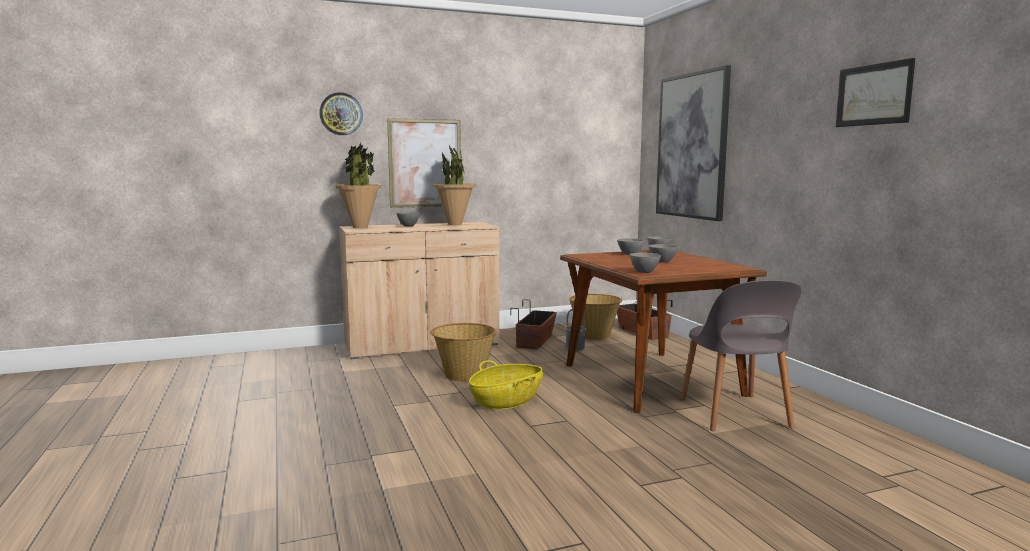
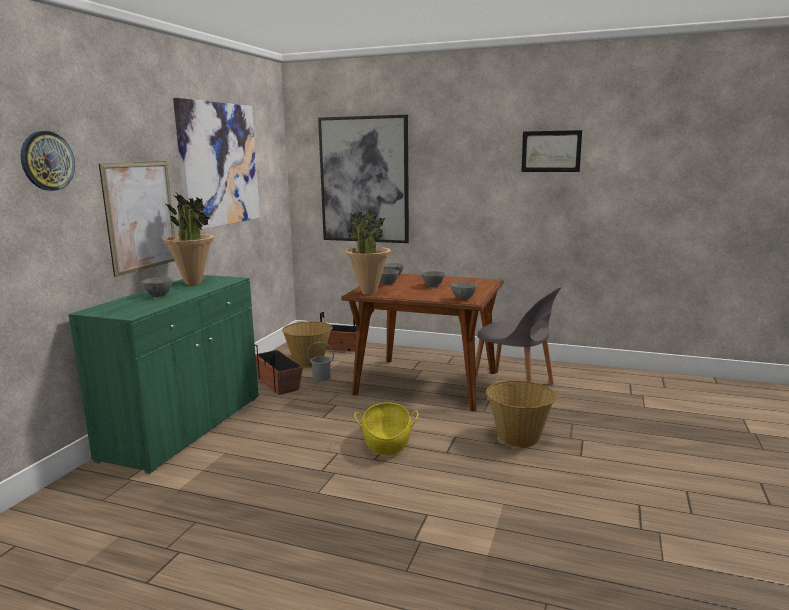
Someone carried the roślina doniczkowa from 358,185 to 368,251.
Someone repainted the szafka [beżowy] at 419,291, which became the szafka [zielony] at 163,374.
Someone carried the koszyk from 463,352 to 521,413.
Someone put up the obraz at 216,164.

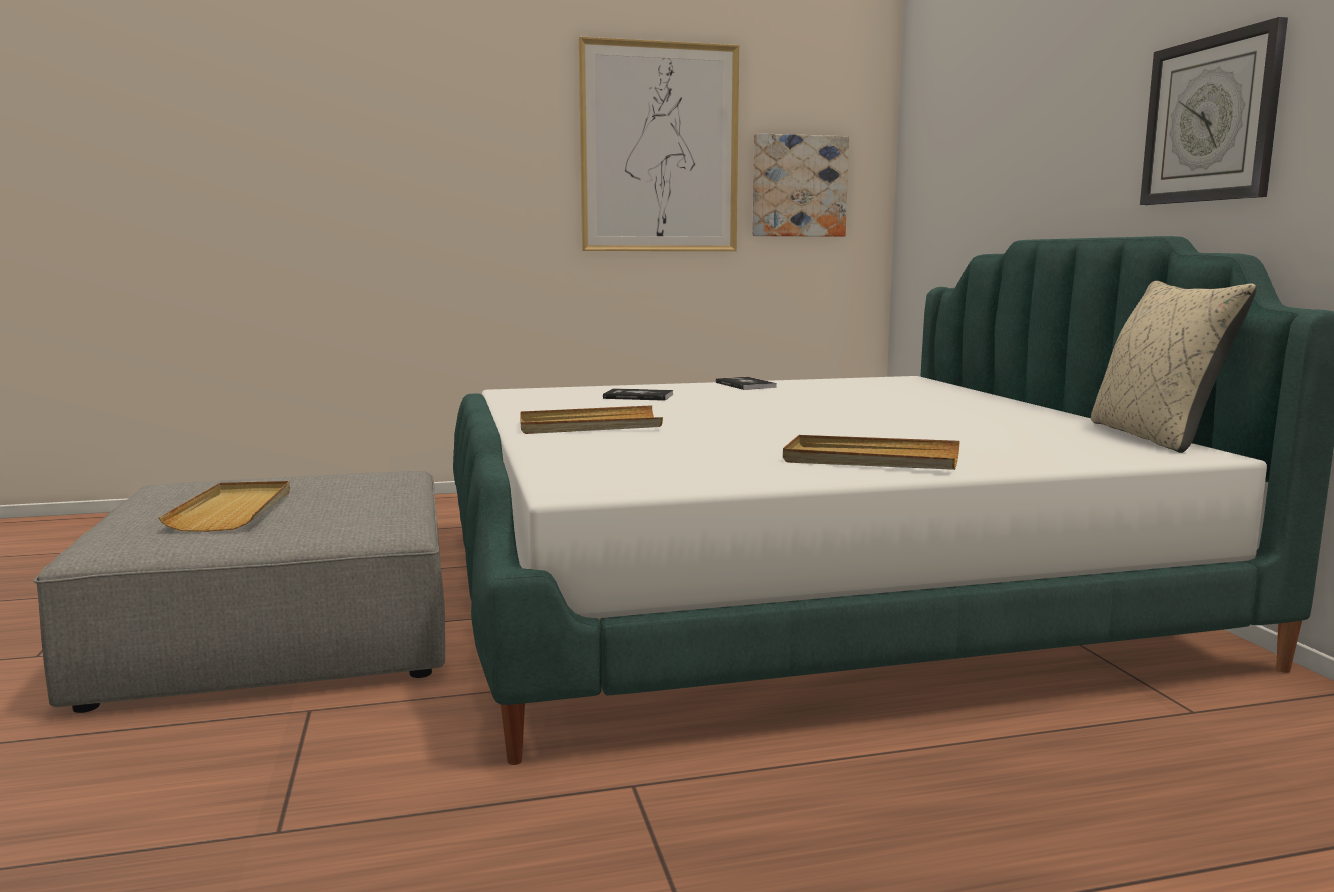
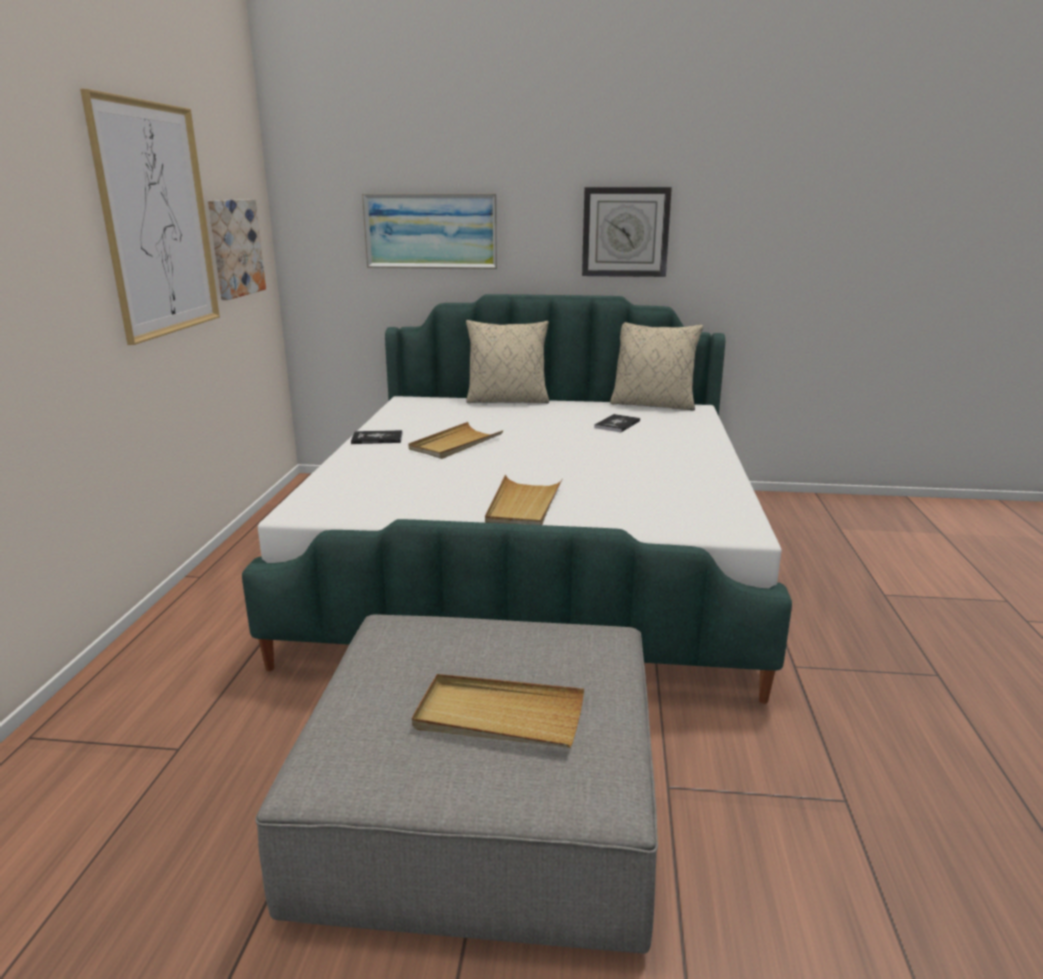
Someone carried the książka from 638,394 to 617,423.
Someone carried the taca [beżowy] from 871,452 to 456,440.
Someone put up the obraz at 430,231.
Someone put down the poduszka [beżowy] at 507,361.

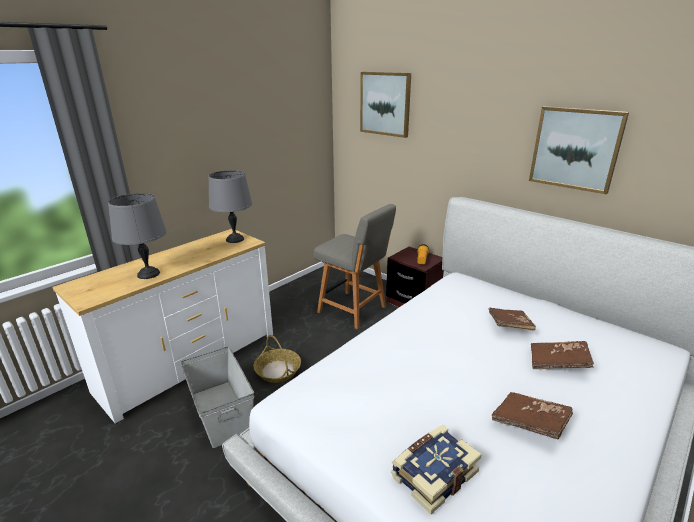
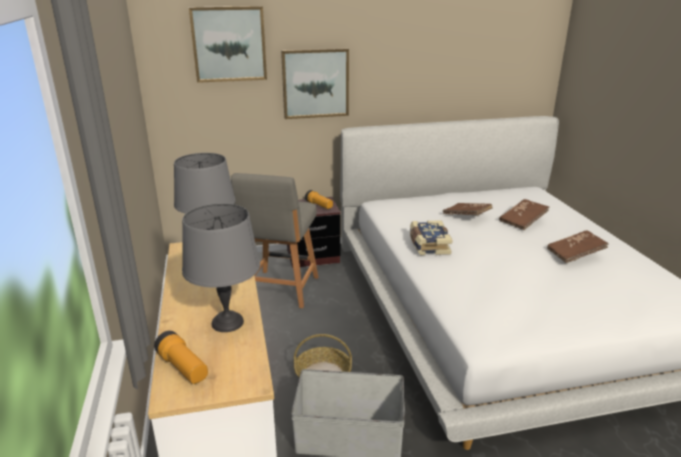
Someone carried the obraz from 579,150 to 315,83.
Someone rotated the krzesło [szary] at 355,266 by 120 degrees clockwise.
Someone carried the książka from 436,469 to 431,237.
Someone put down the latarka at 181,357.

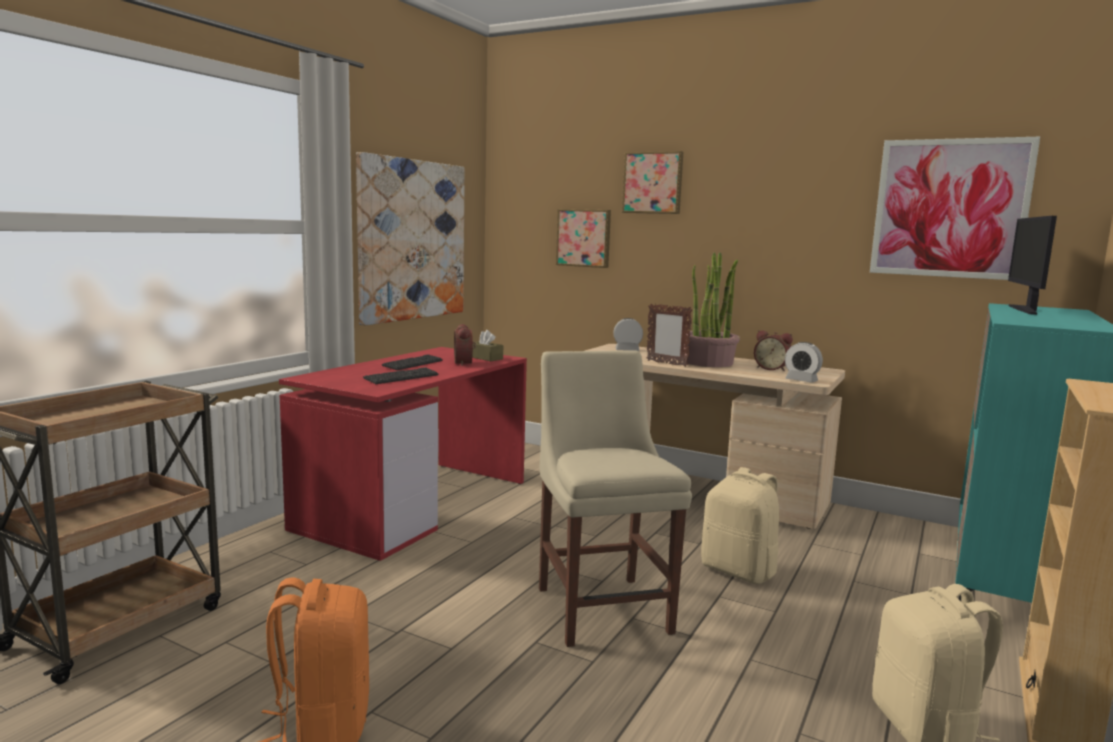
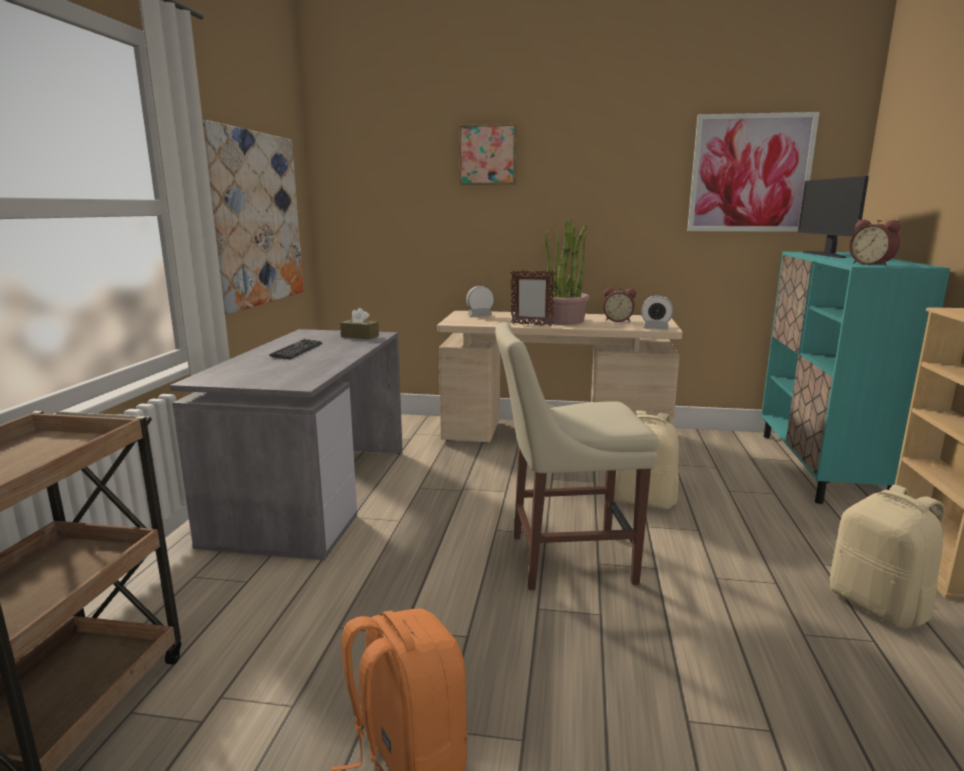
Someone took away the obraz at 583,238.
Someone carried the budzik from 465,345 to 875,242.
Someone repainted the biurko [czerwony] at 403,454, which became the biurko [szary] at 286,444.
Someone rotated the krzesło [beżowy] at 615,498 by 60 degrees counterclockwise.
Someone took away the klawiatura at 400,375.

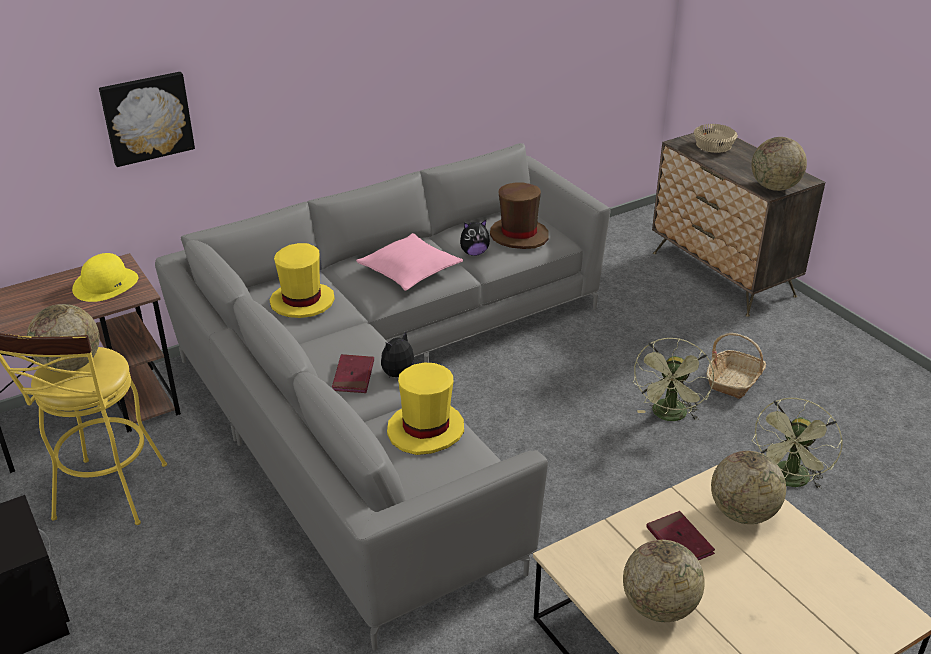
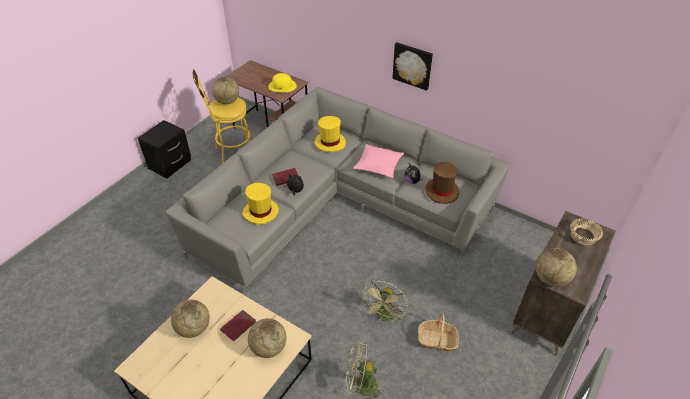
Someone carried the obraz from 147,119 to 412,66.
Someone rotated the wentylator [zielony] at 673,379 by 60 degrees counterclockwise.

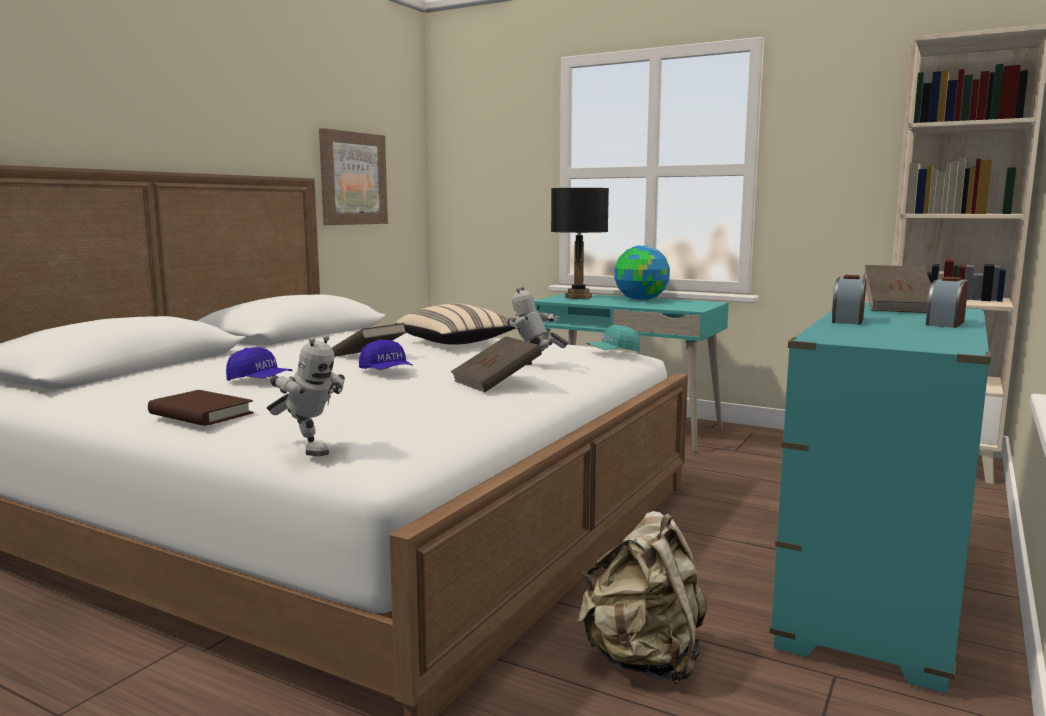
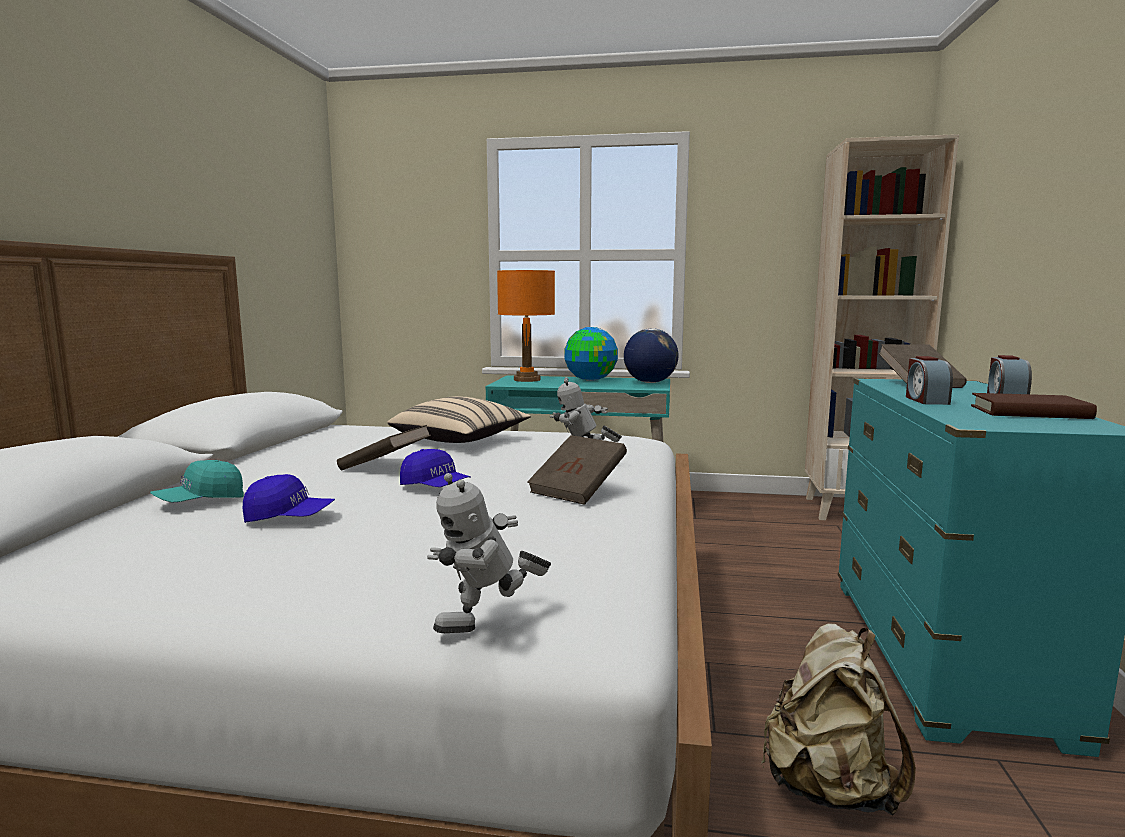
Someone took away the obraz at 353,176.
Someone repainted the lampa stołowa [czarny] at 580,243, which became the lampa stołowa [pomarańczowy] at 526,326.
Someone carried the czapka z daszkiem [turkusowy] from 613,338 to 197,481.
Someone rotated the robot zabawkowy at 305,395 by 135 degrees clockwise.
Someone carried the książka [brązowy] from 200,408 to 1034,406.
Someone put down the globus at 651,355.

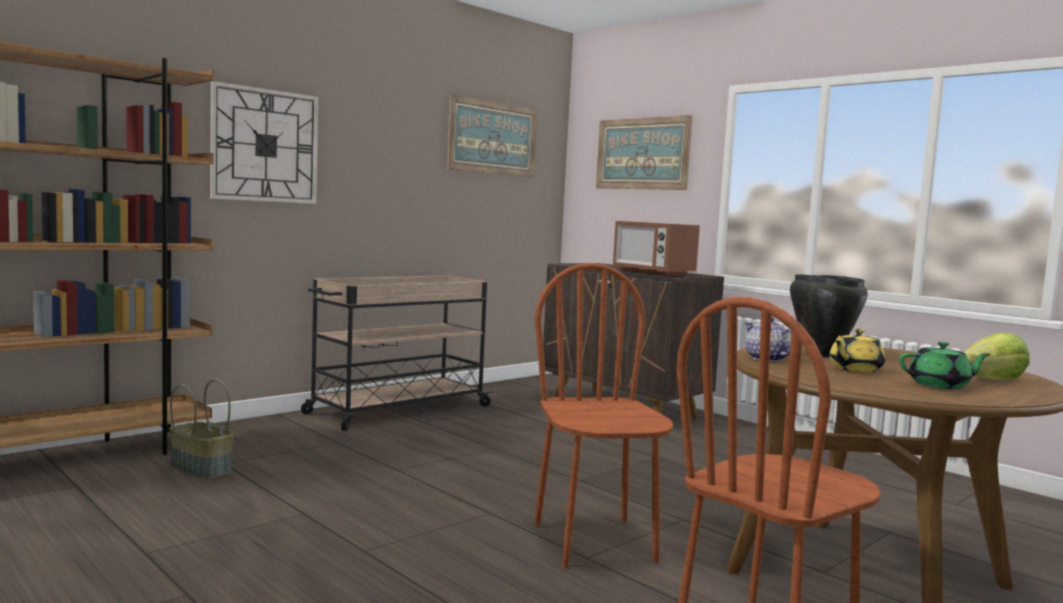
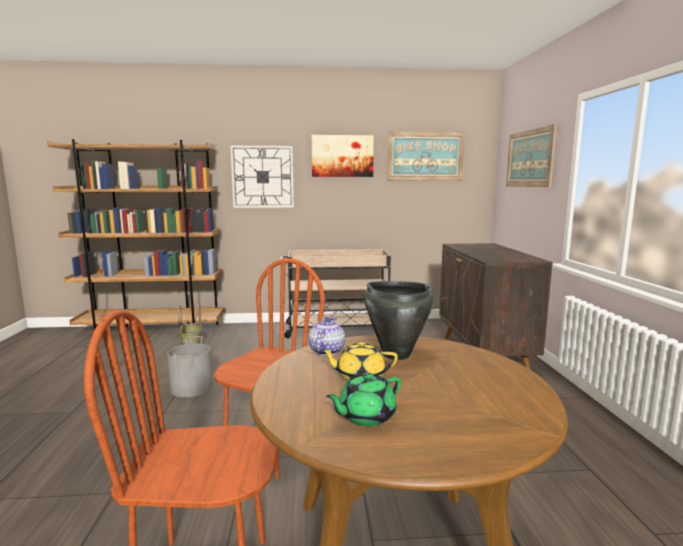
Someone took away the mikrofalówka at 656,248.
Someone took away the sałata at 996,356.
Someone rotated the imbryk [zielony] at 944,365 by 105 degrees clockwise.
Someone put up the obraz at 343,156.
Someone put down the wiadro [szary] at 189,366.

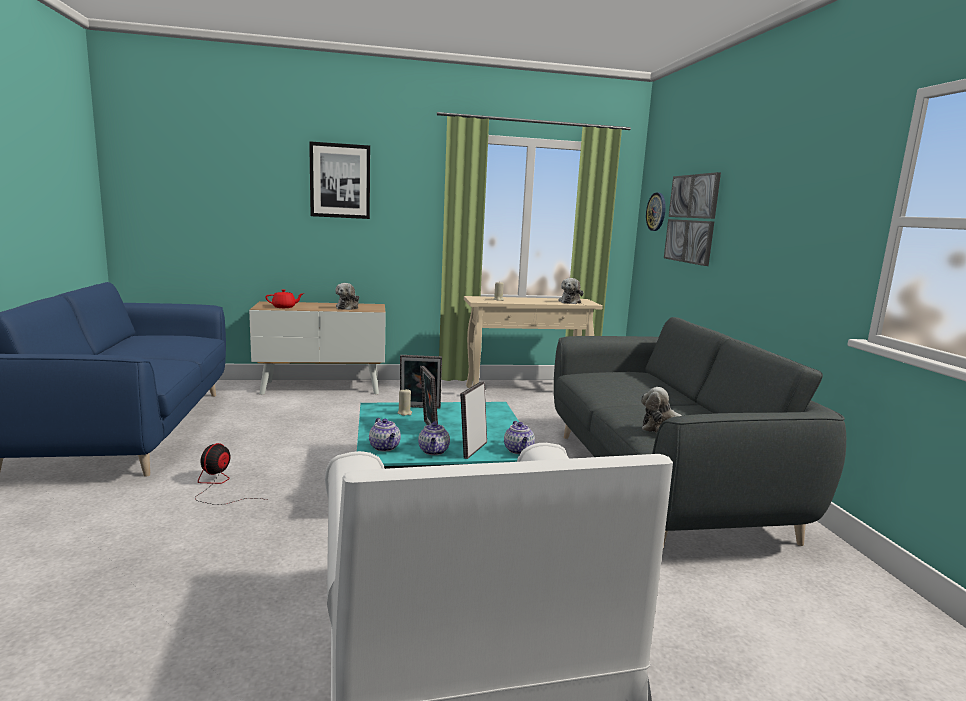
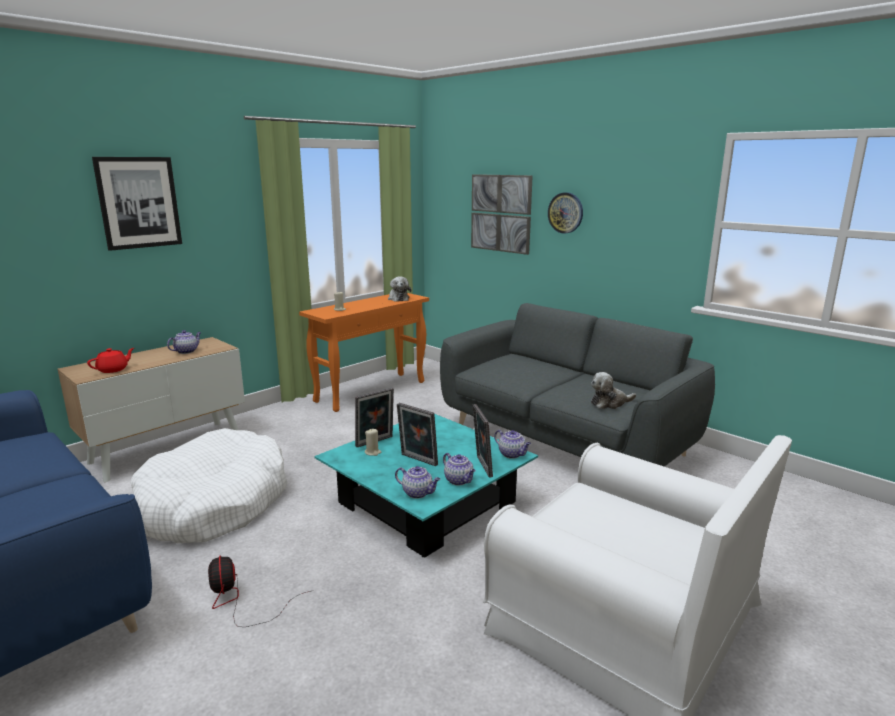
Someone carried the zegar ścienny from 656,212 to 565,213.
Someone swapped the pluszak at 347,296 for the imbryk at 184,342.
Someone repainted the stolik konsolowy [beżowy] at 533,342, which became the stolik konsolowy [pomarańczowy] at 364,352.
Someone put down the legowisko [biały] at 209,485.

